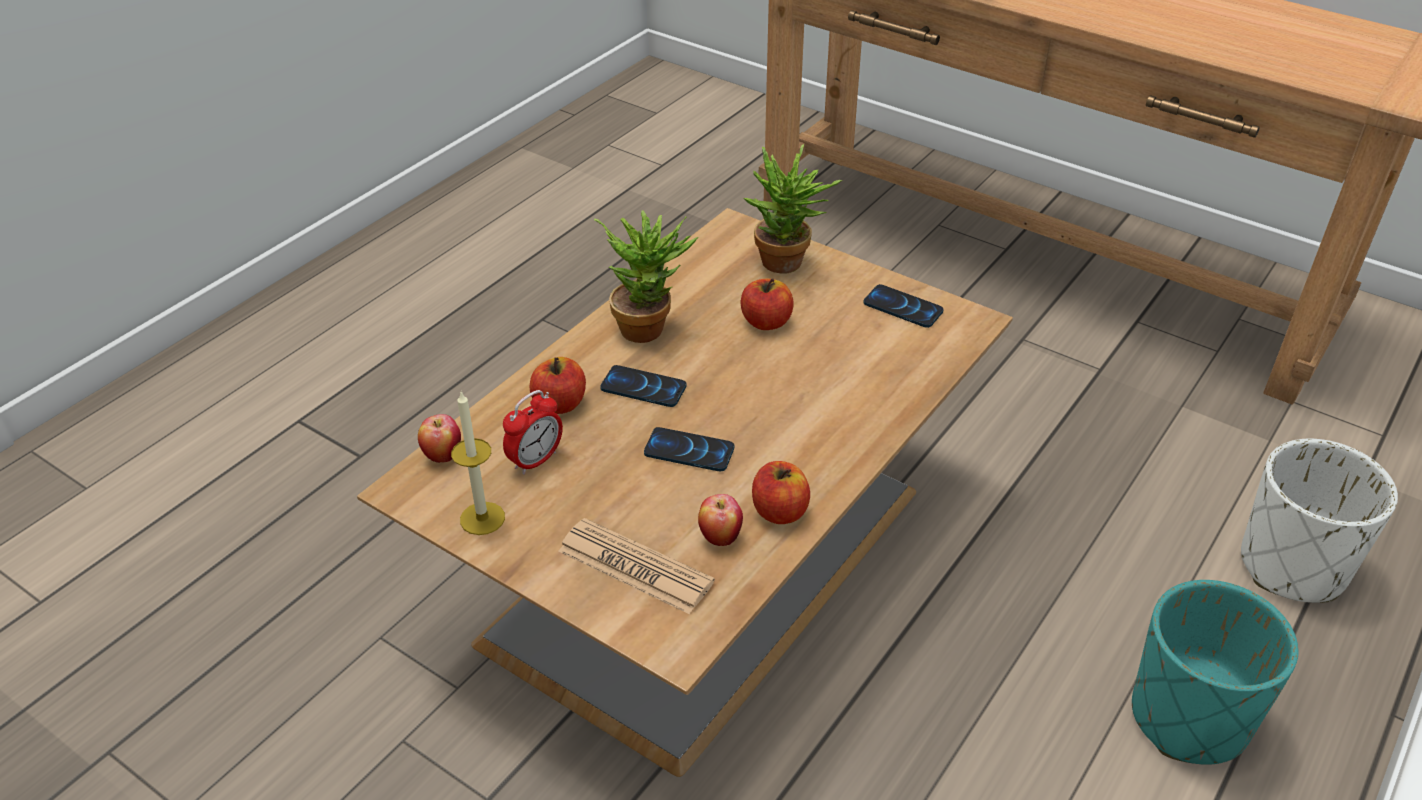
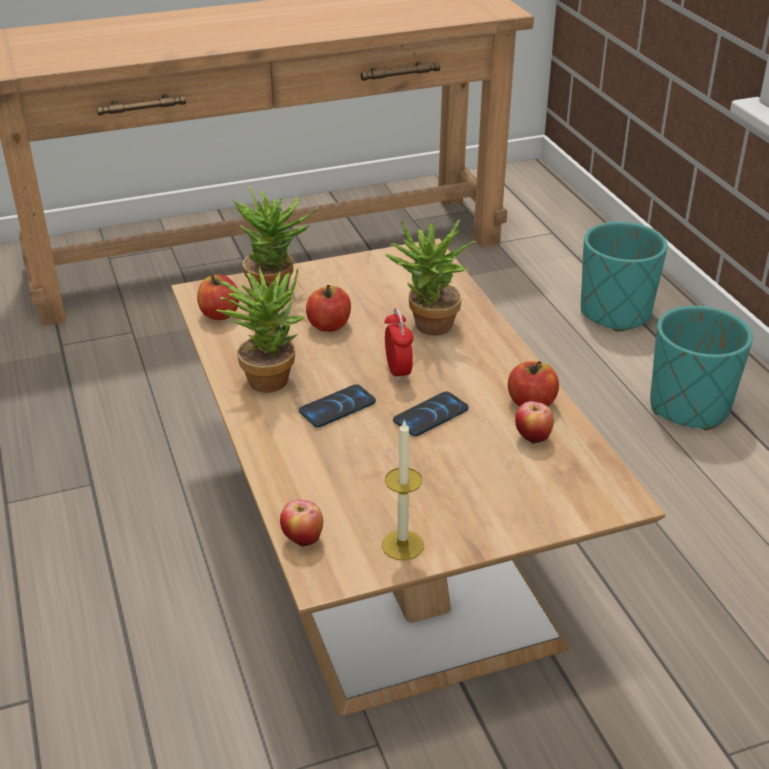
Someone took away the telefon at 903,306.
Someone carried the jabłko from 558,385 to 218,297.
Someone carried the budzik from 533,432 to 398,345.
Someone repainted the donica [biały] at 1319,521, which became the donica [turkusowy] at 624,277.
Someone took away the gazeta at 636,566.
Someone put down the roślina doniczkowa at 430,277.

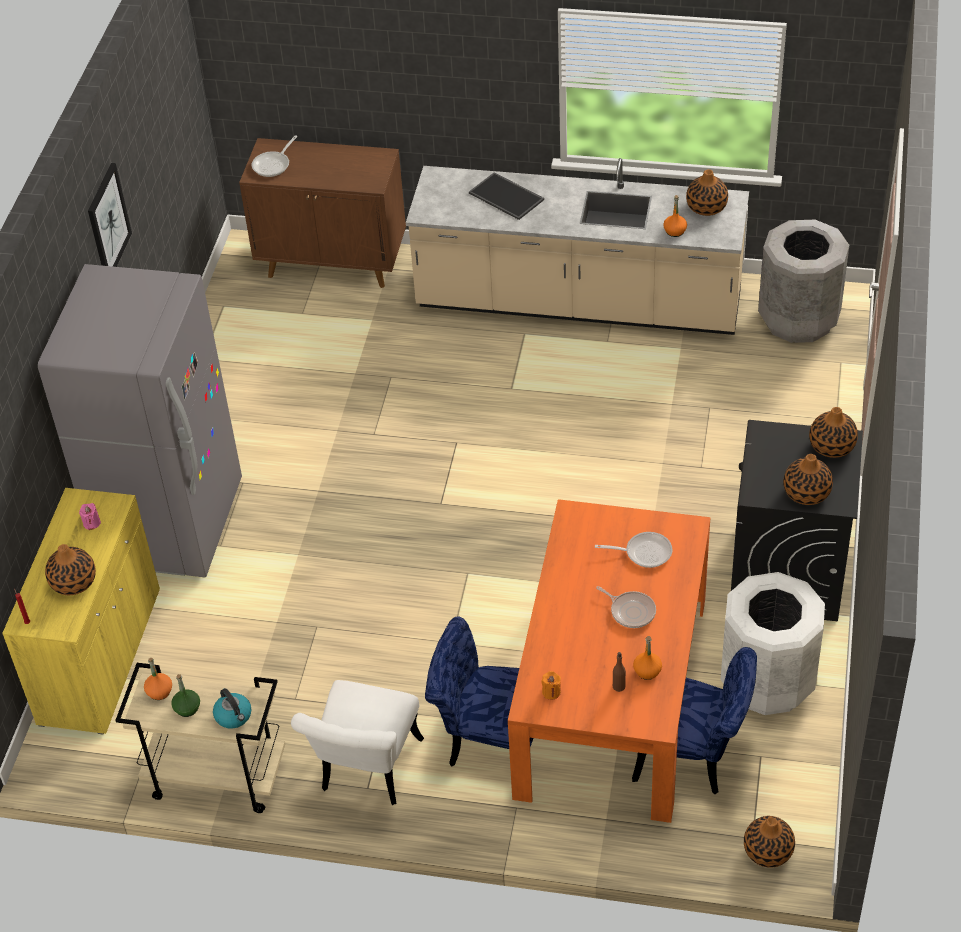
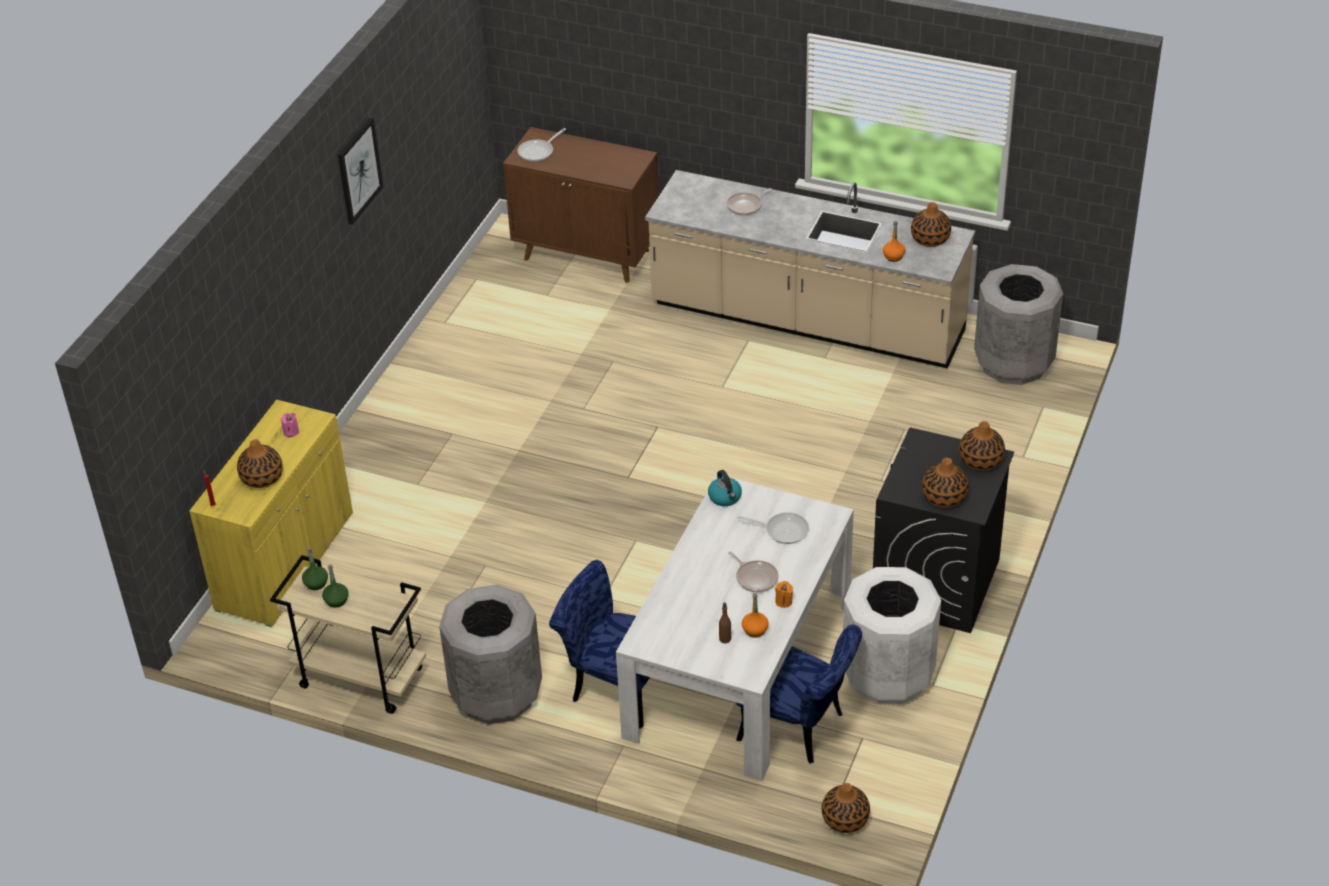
Someone swapped the taca at 506,196 for the patelnia at 749,201.
Someone took away the lodówka [szary] at 140,420.
Someone repainted the stół jadalny [pomarańczowy] at 609,661, which became the stół jadalny [biały] at 735,628.
Someone repainted the butelka [pomarańczowy] at 158,679, which became the butelka [zielony] at 315,569.
Someone carried the świeca [pomarańczowy] from 551,685 to 784,594.
Someone swapped the krzesło [biały] at 357,742 for the kosz na śmieci [szary] at 490,654.
Someone carried the czajnik from 232,708 to 725,488.

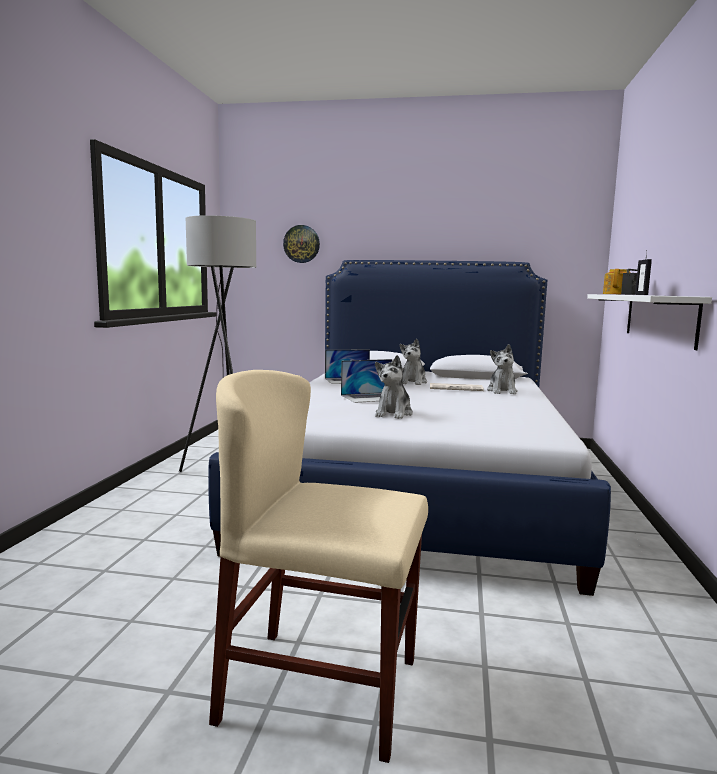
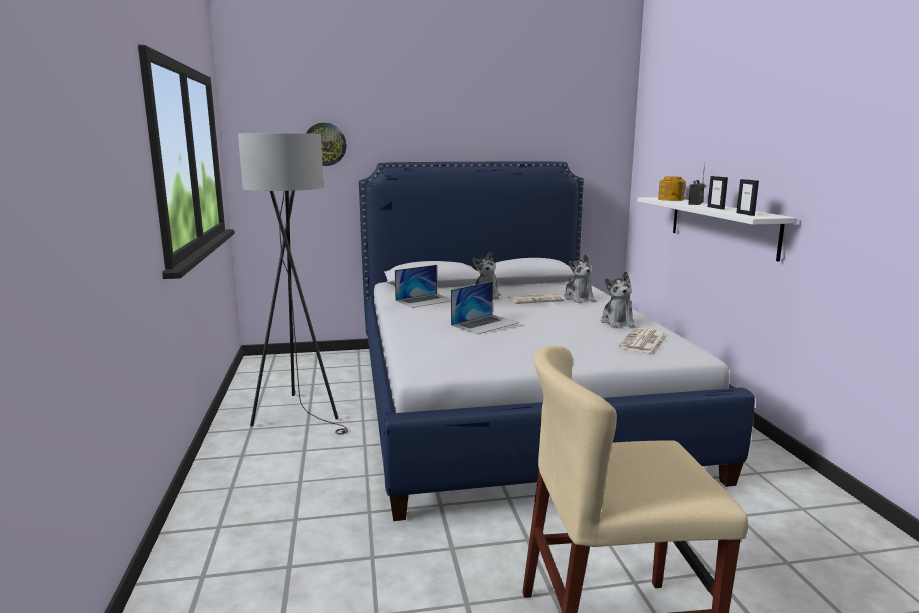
Someone carried the pluszak from 394,387 to 618,299.
Someone put down the ramka na zdjęcie at 747,197.
Someone put down the gazeta at 643,341.

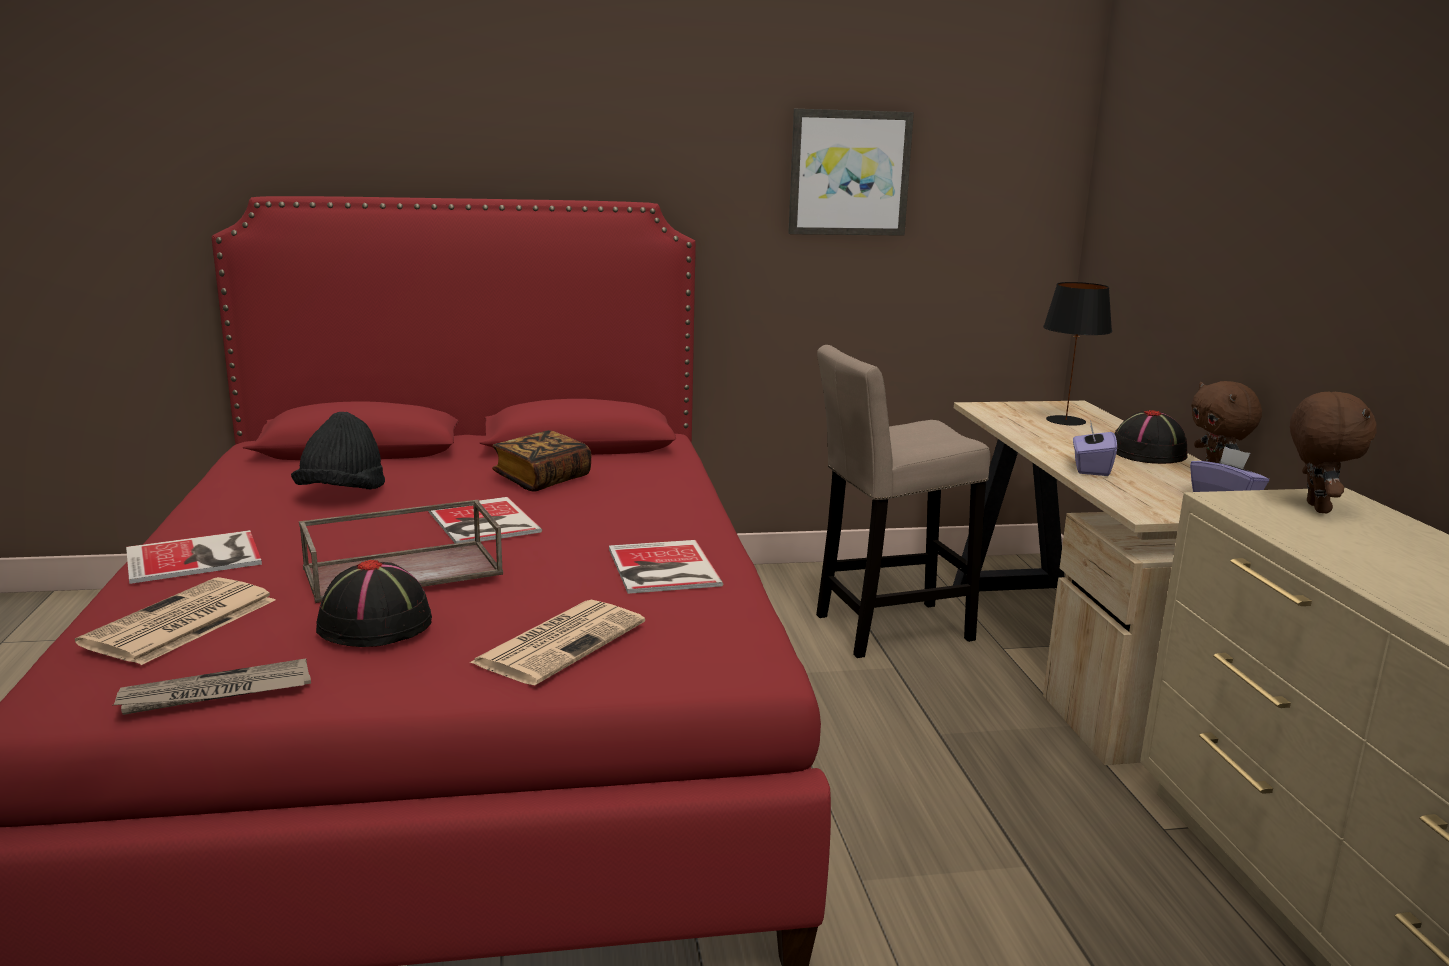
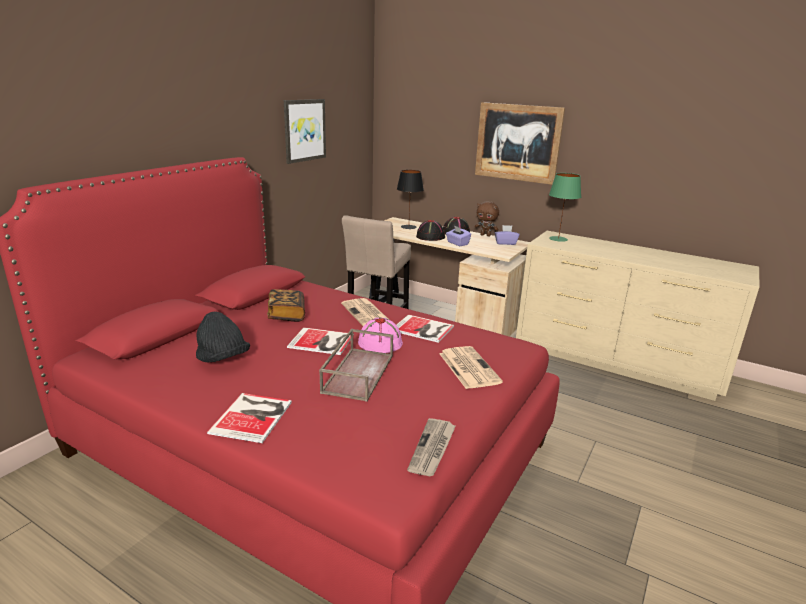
Someone swapped the pluszak [brązowy] at 1333,452 for the lampa stołowa [zielony] at 565,207.
Someone carried the kapelusz [czarny] from 374,603 to 430,230.
Someone carried the gazeta from 175,621 to 364,312.
Someone put up the obraz at 520,143.
Someone put down the kapelusz [różowy] at 380,335.

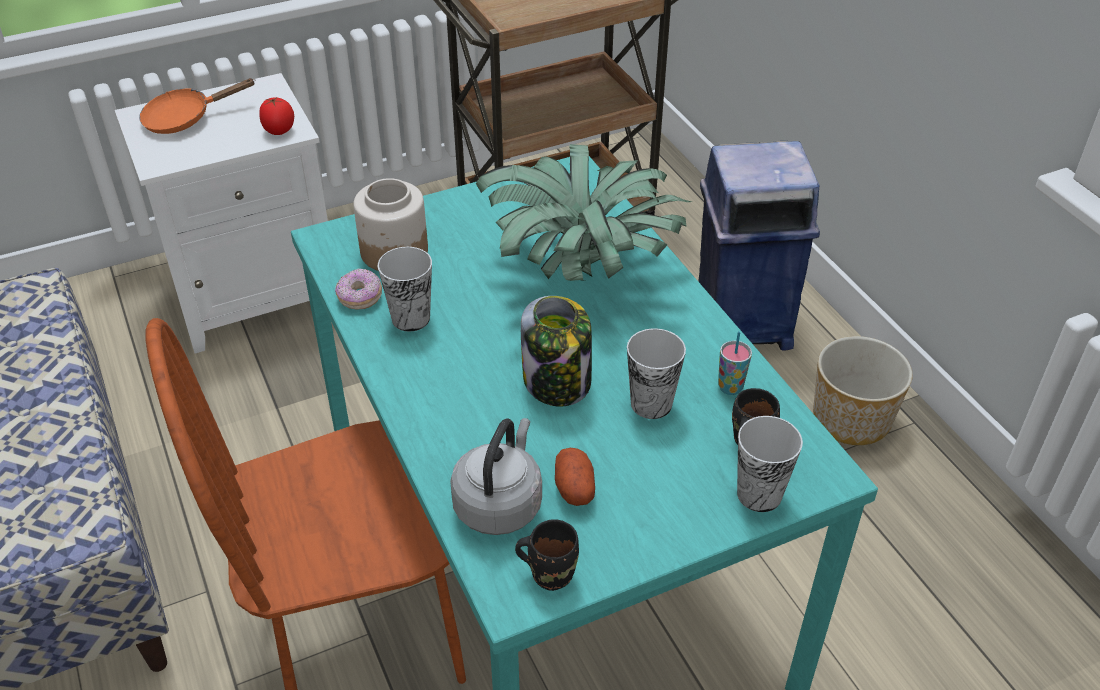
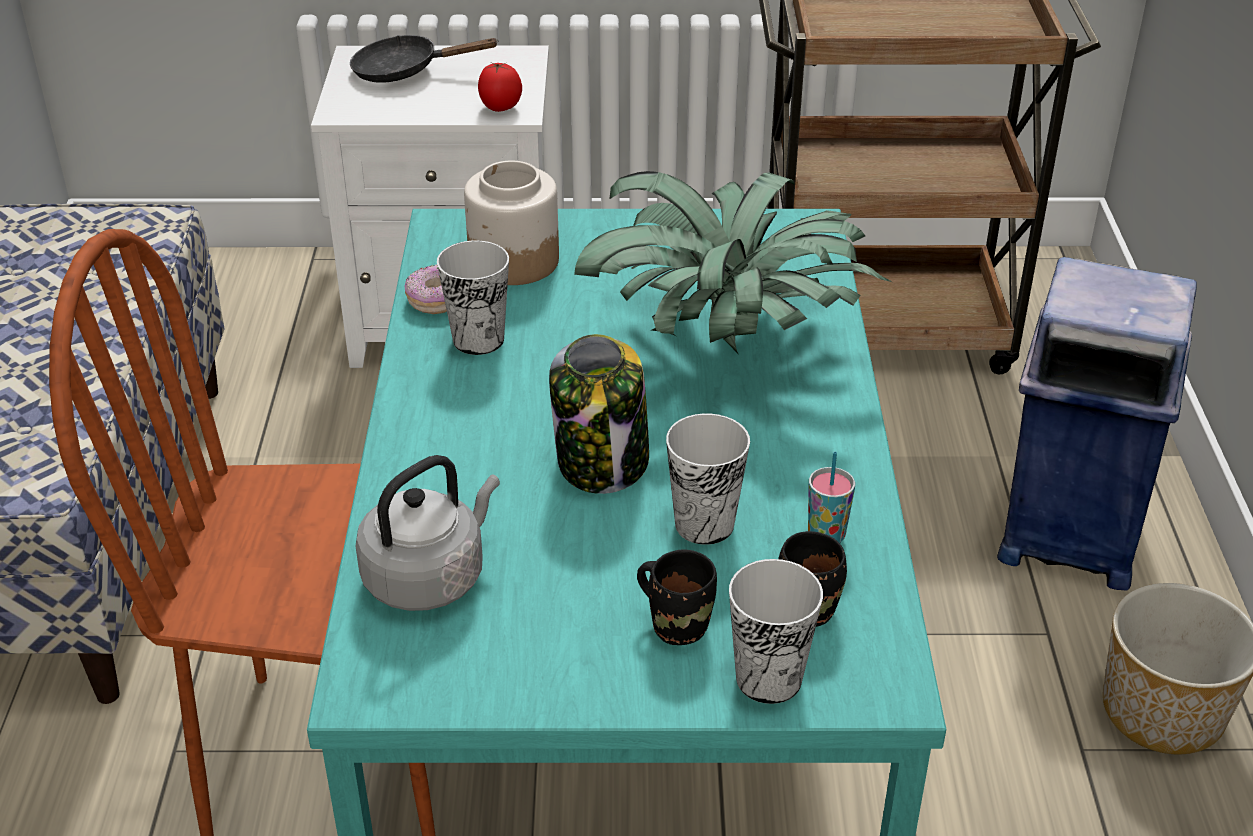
Someone repainted the patelnia [pomarańczowy] at 196,106, which became the patelnia [czarny] at 424,59.
Someone took away the ziemniak at 575,477.
Someone carried the kubek [czarny] from 547,555 to 677,597.

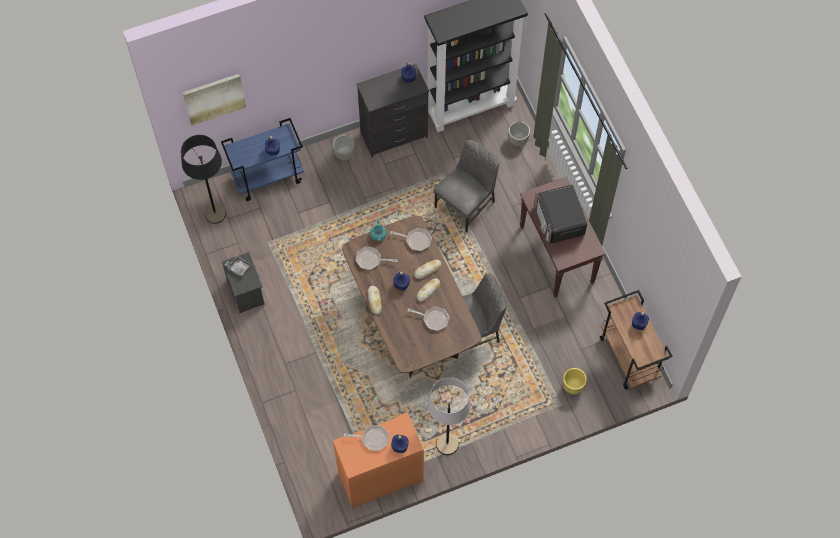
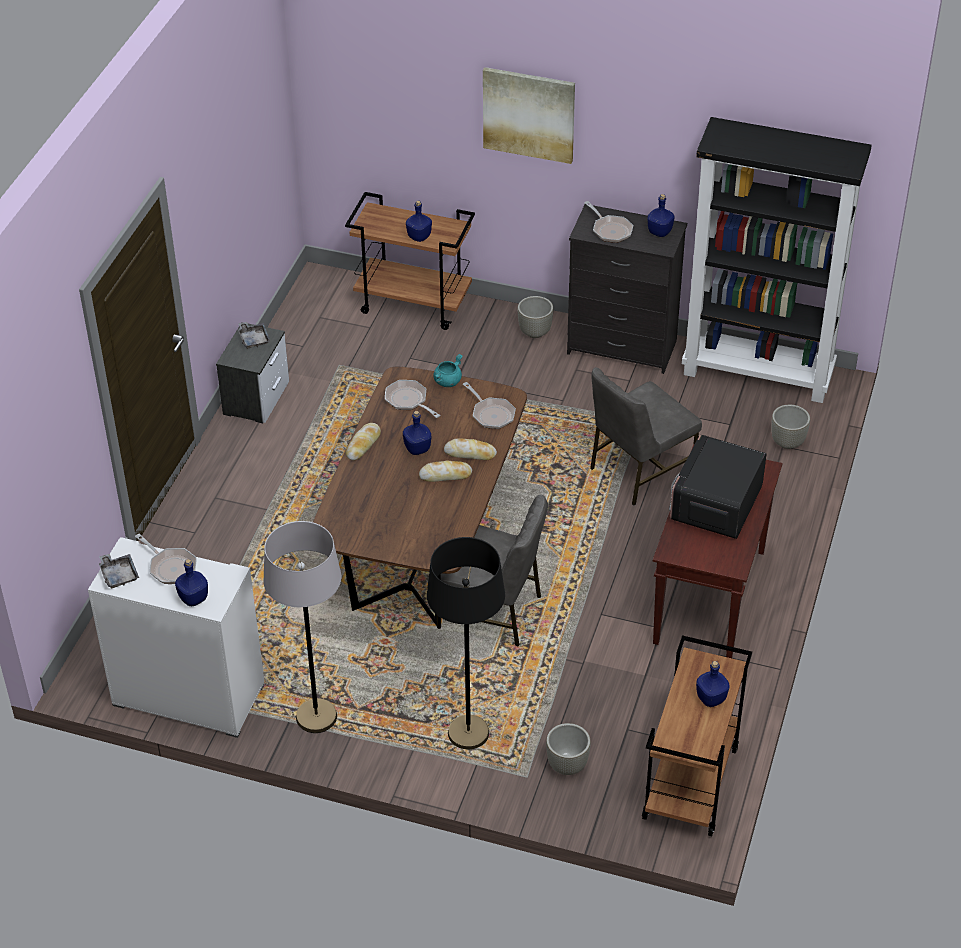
Someone carried the obraz from 214,100 to 529,115.
Someone repainted the wózek [niebieski] at 262,159, which became the wózek [brązowy] at 410,261.
Someone carried the lampa stojąca [czarny] from 203,179 to 466,643.
Someone rotated the krzesło [szary] at 467,186 by 150 degrees clockwise.
Someone carried the patelnia from 428,318 to 608,222.
Someone repainted the donica [żółty] at 575,381, which became the donica [szary] at 568,749.
Someone repainted the szafka [pomarańczowy] at 378,460, which became the szafka [biały] at 176,637.
Someone put down the taca [szary] at 119,571.

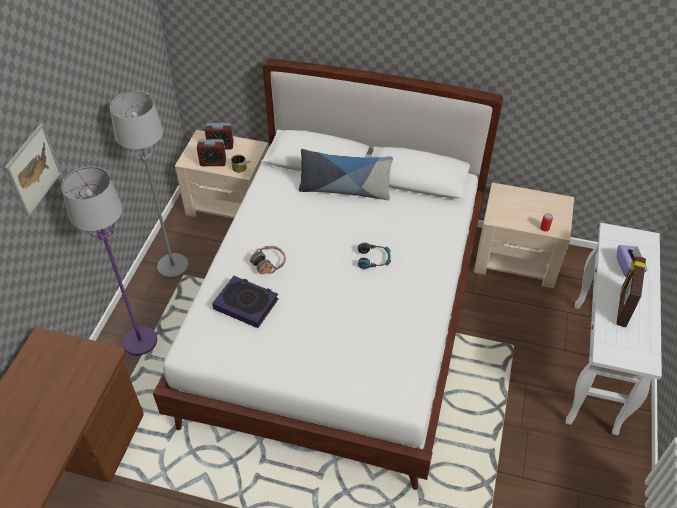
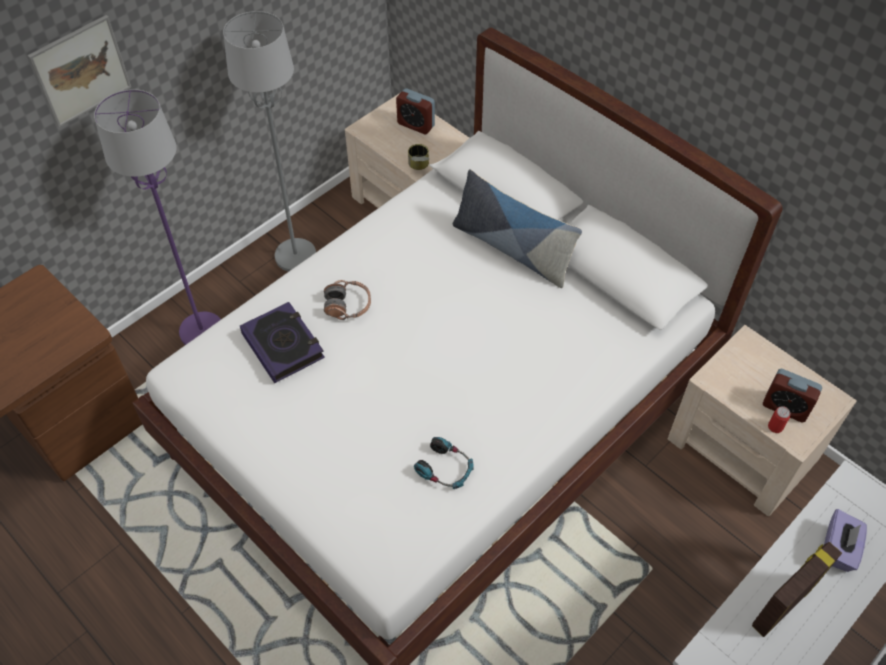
Someone carried the budzik from 211,152 to 792,396.
Someone carried the słuchawki from 374,256 to 444,463.

